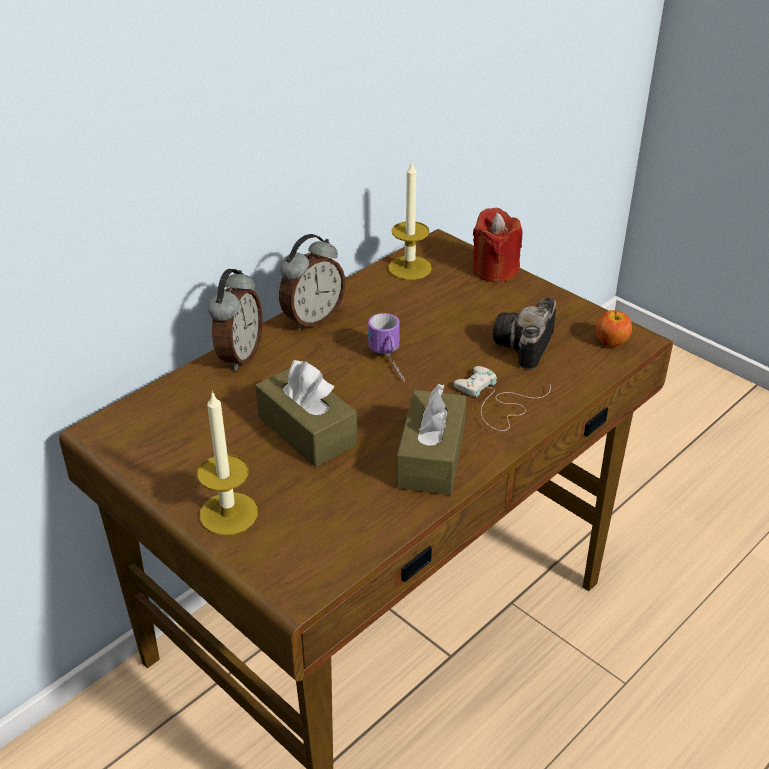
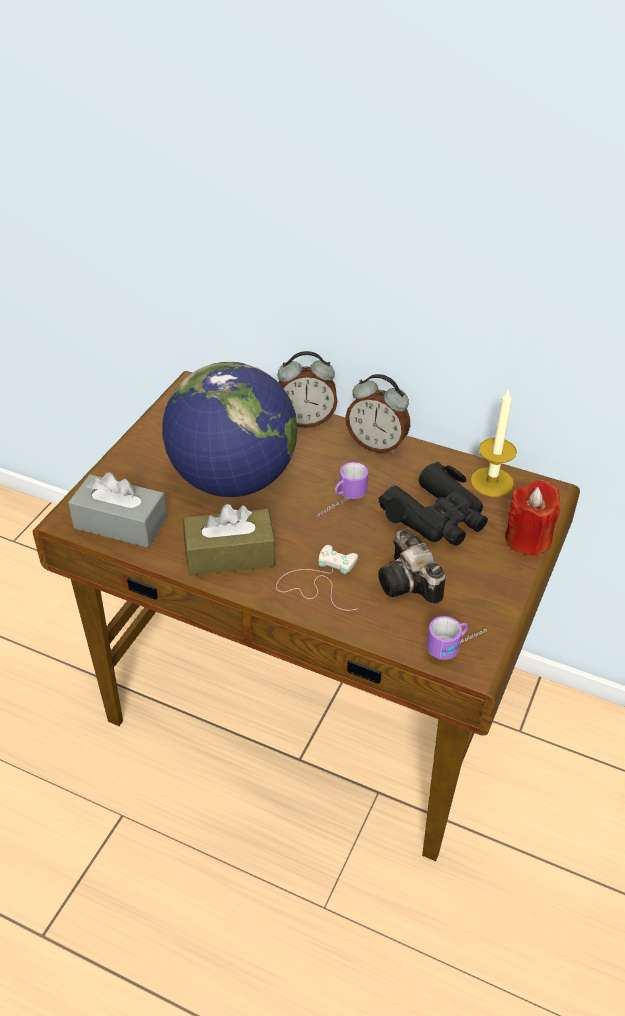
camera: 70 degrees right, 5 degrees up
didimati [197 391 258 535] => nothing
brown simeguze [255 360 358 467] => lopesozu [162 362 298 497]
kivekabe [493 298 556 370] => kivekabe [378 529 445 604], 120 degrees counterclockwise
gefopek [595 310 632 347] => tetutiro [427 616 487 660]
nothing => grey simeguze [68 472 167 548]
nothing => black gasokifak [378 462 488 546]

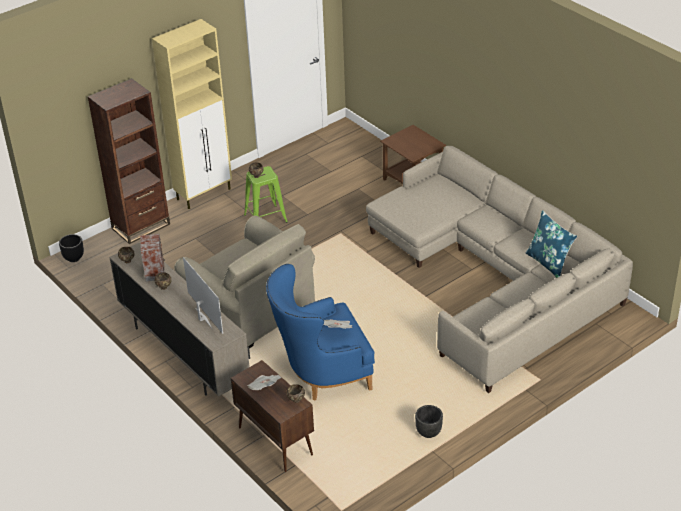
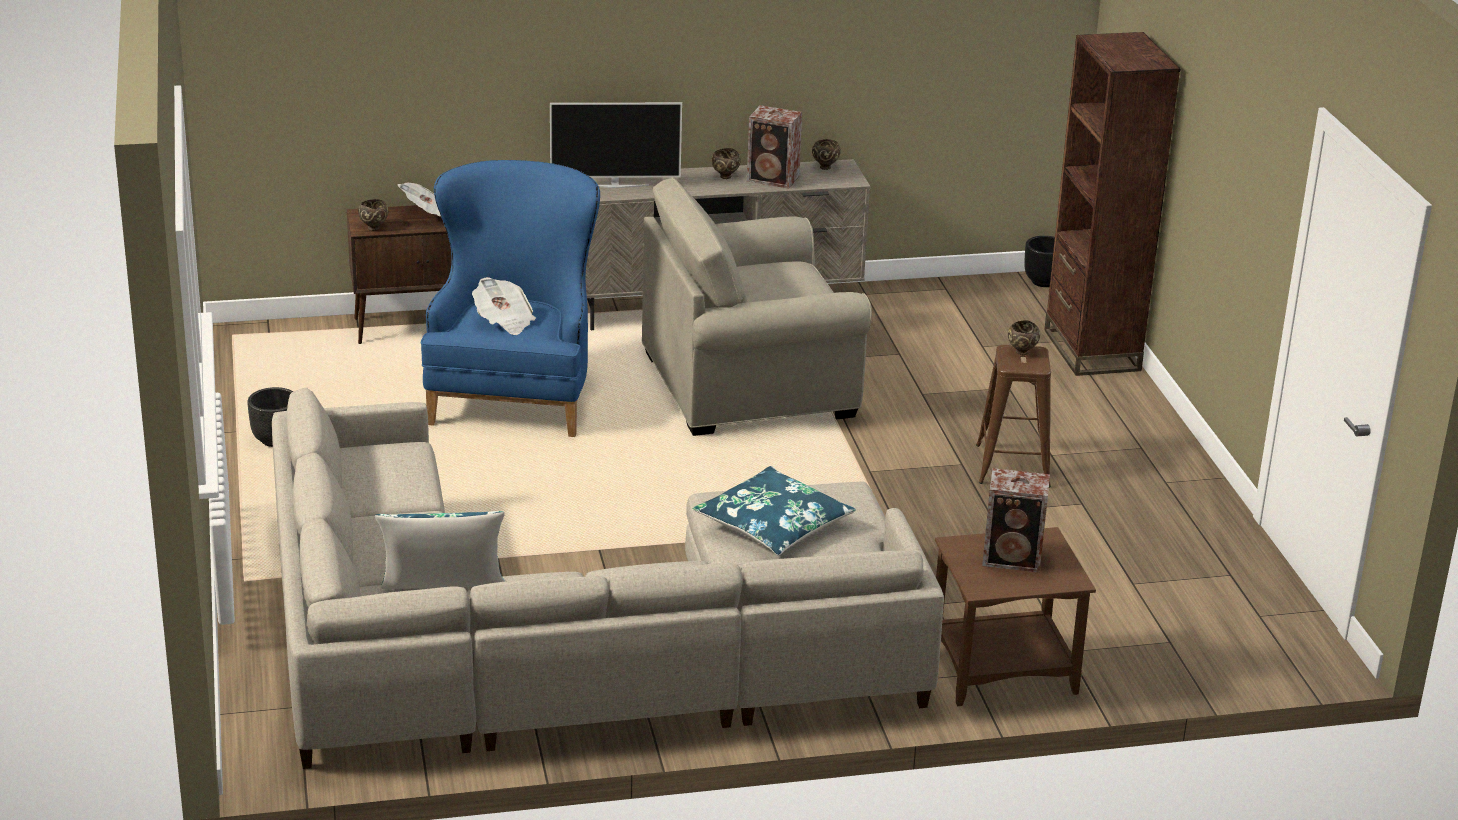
camera: 115 degrees right, 10 degrees down
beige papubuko [152 19 232 209] => nothing
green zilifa [244 166 288 223] => brown zilifa [976 345 1051 488]
nothing => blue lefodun [693 466 856 555]
nothing => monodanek [982 468 1050 573]

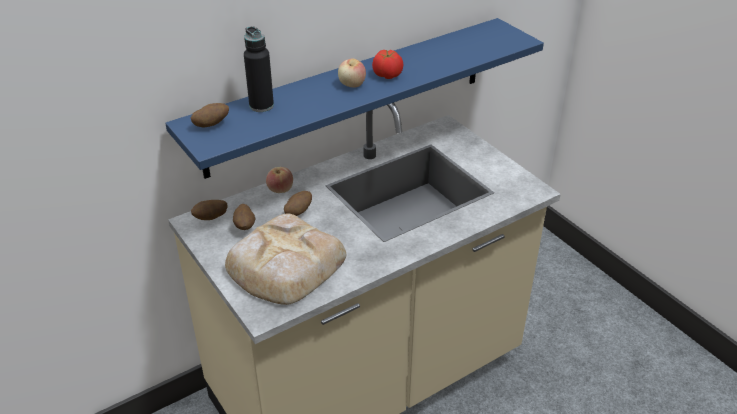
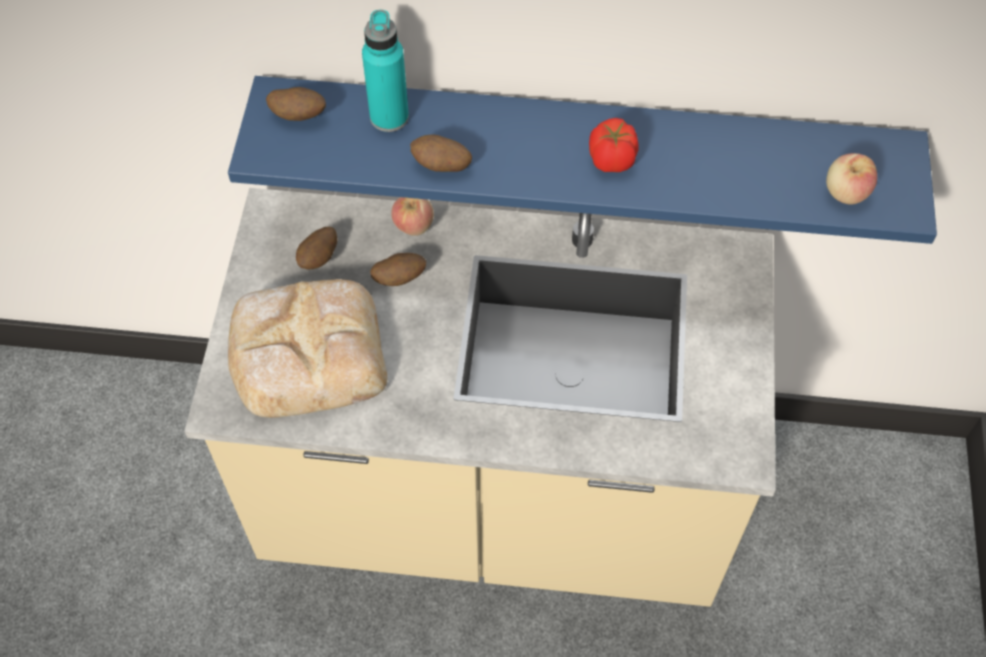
camera: 40 degrees right, 20 degrees up
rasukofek [191 200 228 220] => rasukofek [410 135 472 172], shifted
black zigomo [244 26 274 112] => turquoise zigomo [362 10 409 132]
gefopek [338 58 366 88] => gefopek [826 153 877 205], shifted

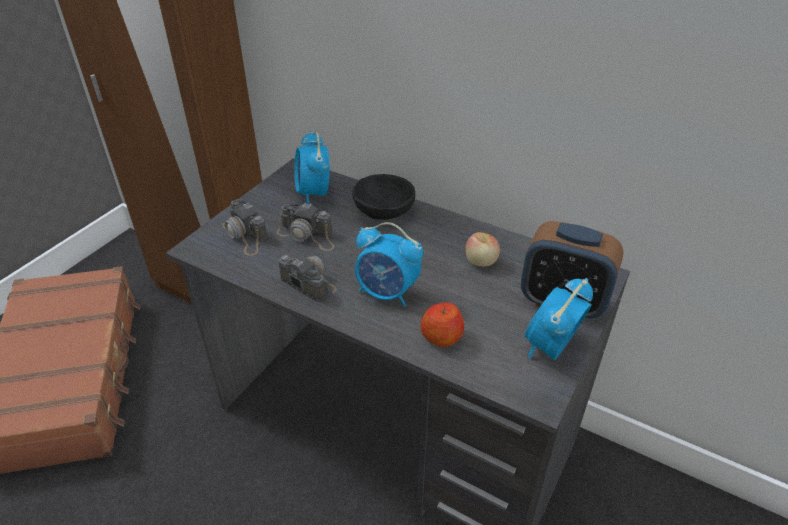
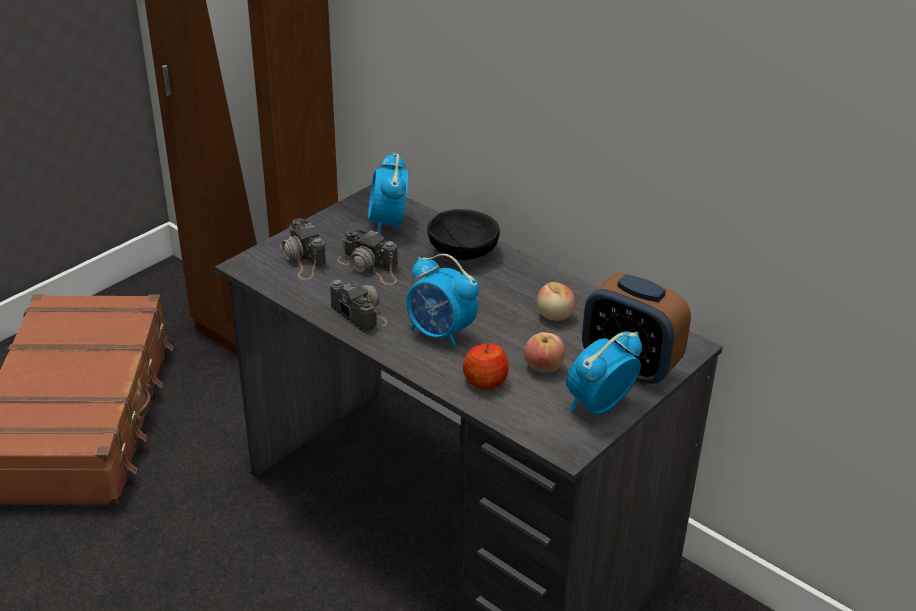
camera: 10 degrees right, 5 degrees down
nothing => gefopek [524 332 565 372]

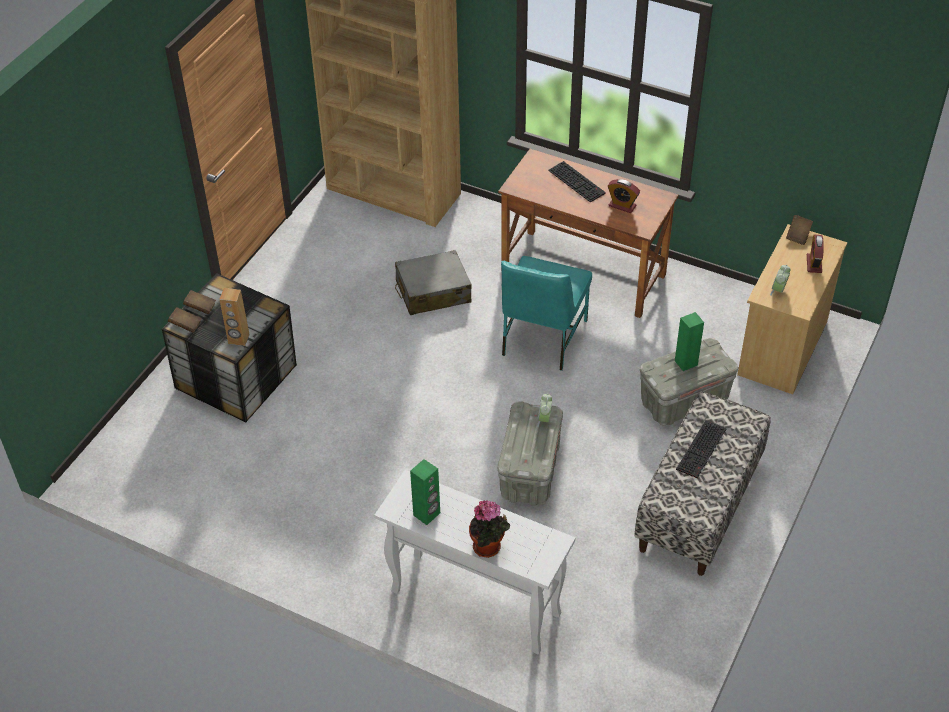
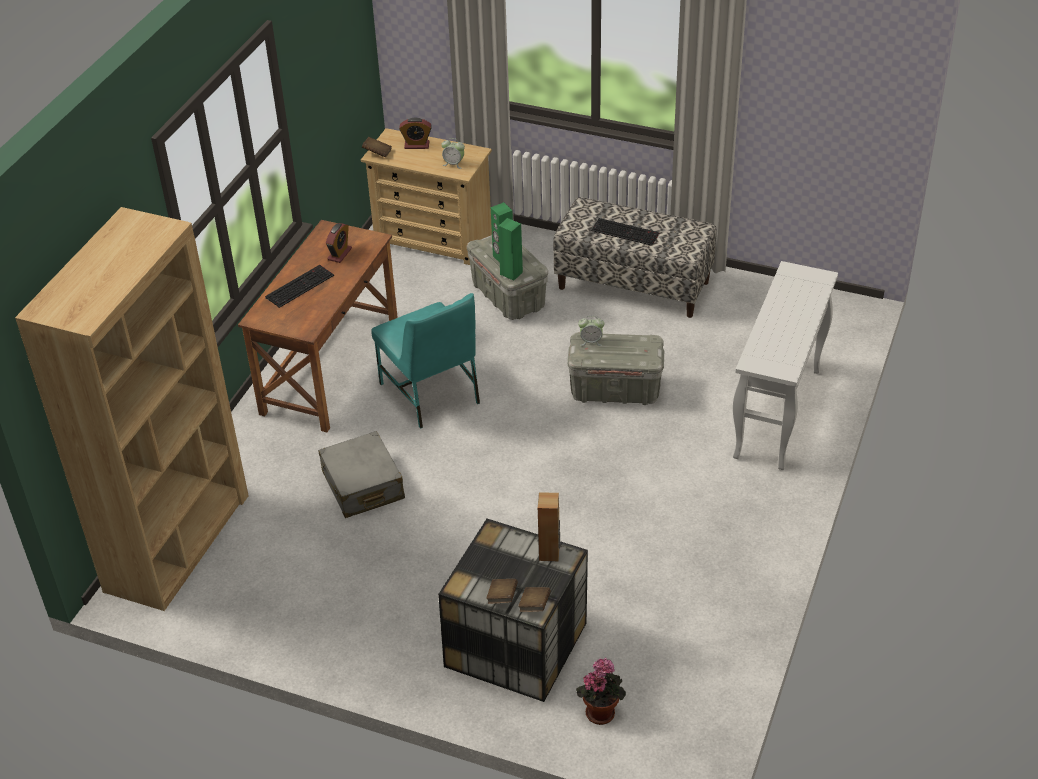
camera: 95 degrees left, 5 degrees down
green monodanek [410 459 440 525] => green monodanek [498 218 523 281], shifted
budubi [469 500 510 558] => budubi [576 658 626 725], shifted
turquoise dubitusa [501 256 592 371] => turquoise dubitusa [371 293 480 429], 45 degrees clockwise

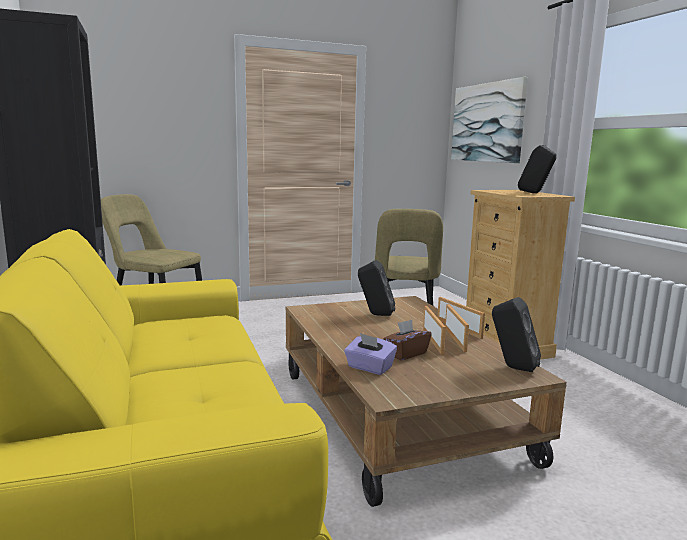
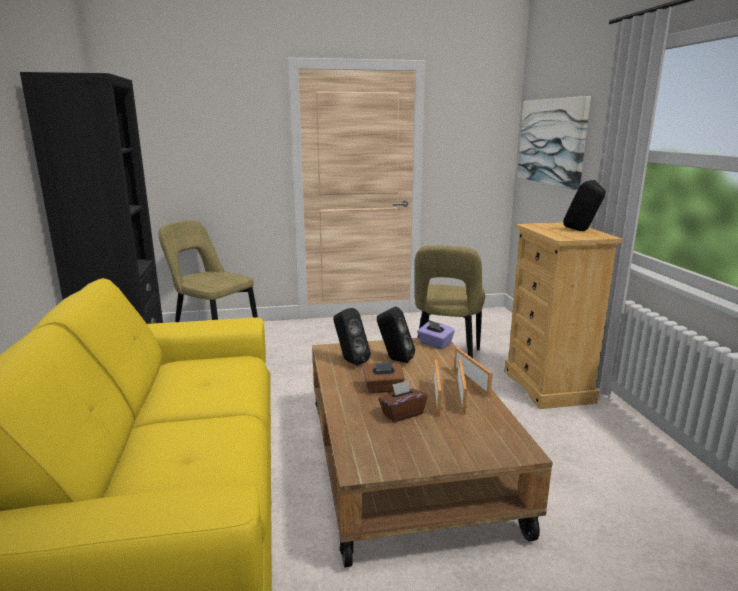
camera: 10 degrees right, 5 degrees up
purple simeguze [344 333 397 375] => purple simeguze [417 320 455 349], shifted
black monodanek [492 297 541 372] => black monodanek [333 308 371 366], shifted
nothing => brown simeguze [363 362 405 393]

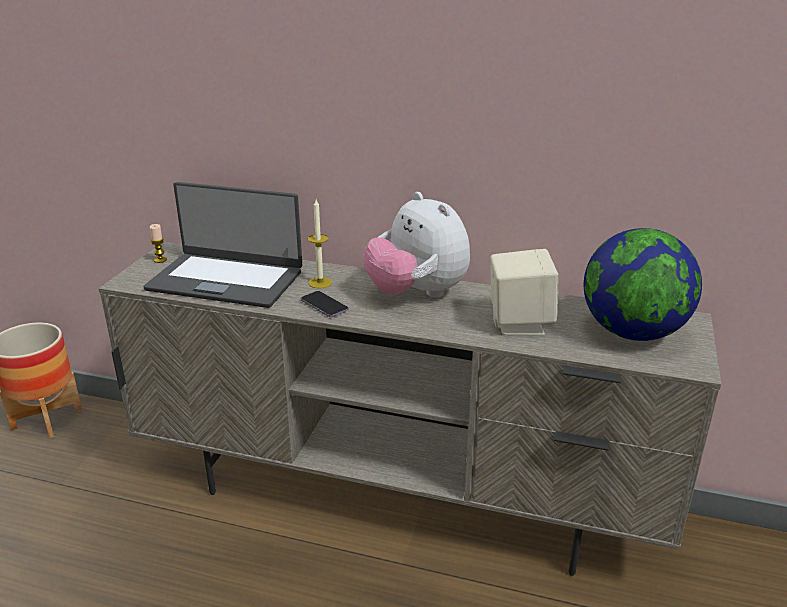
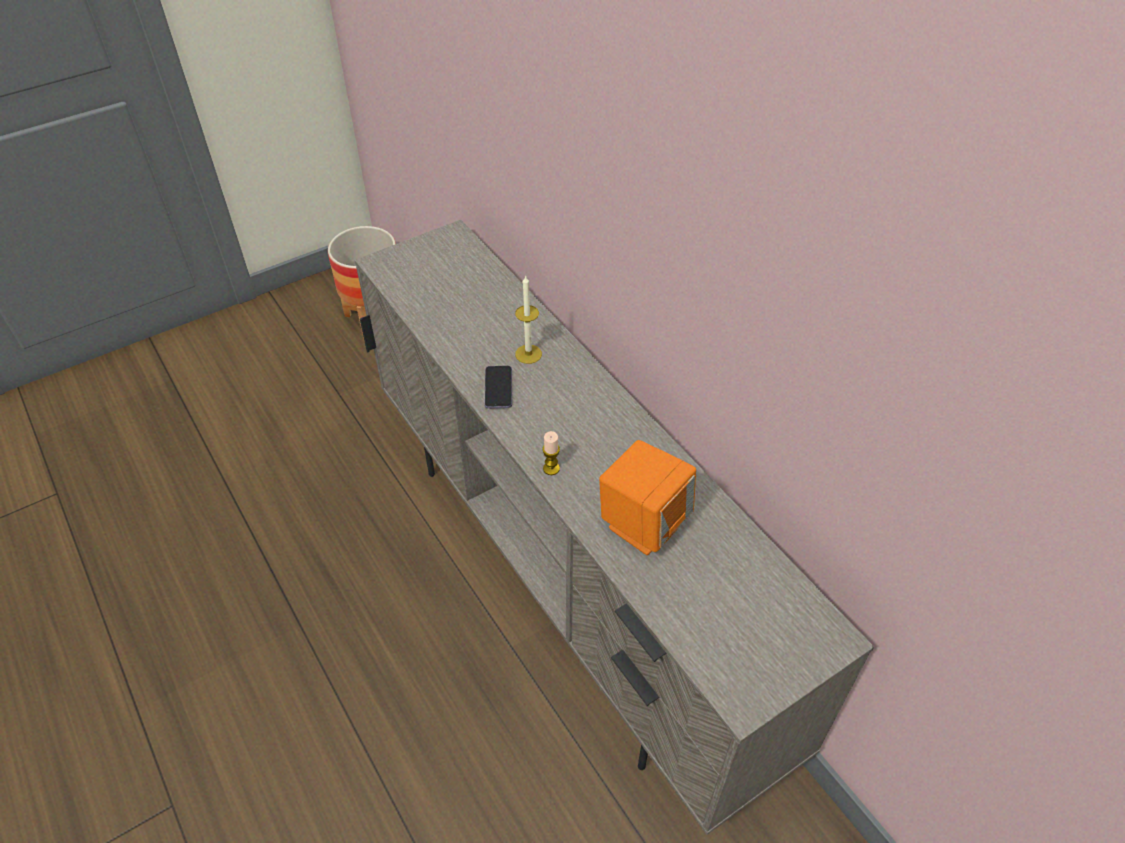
camera: 40 degrees right, 20 degrees up
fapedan [144 182 302 308] => nothing
didimati [150 224 167 263] => didimati [542 431 560 475], shifted
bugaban [364 192 470 298] => nothing
beige monodanek [490 249 559 336] => orange monodanek [599 440 696 555]
lopesozu [584 228 702 341] => nothing

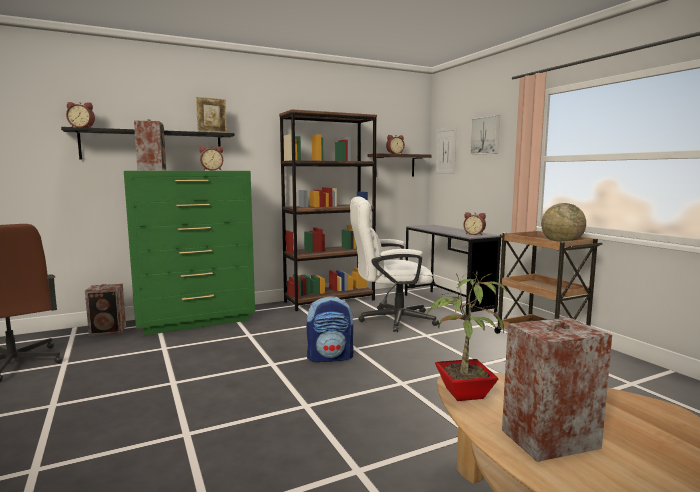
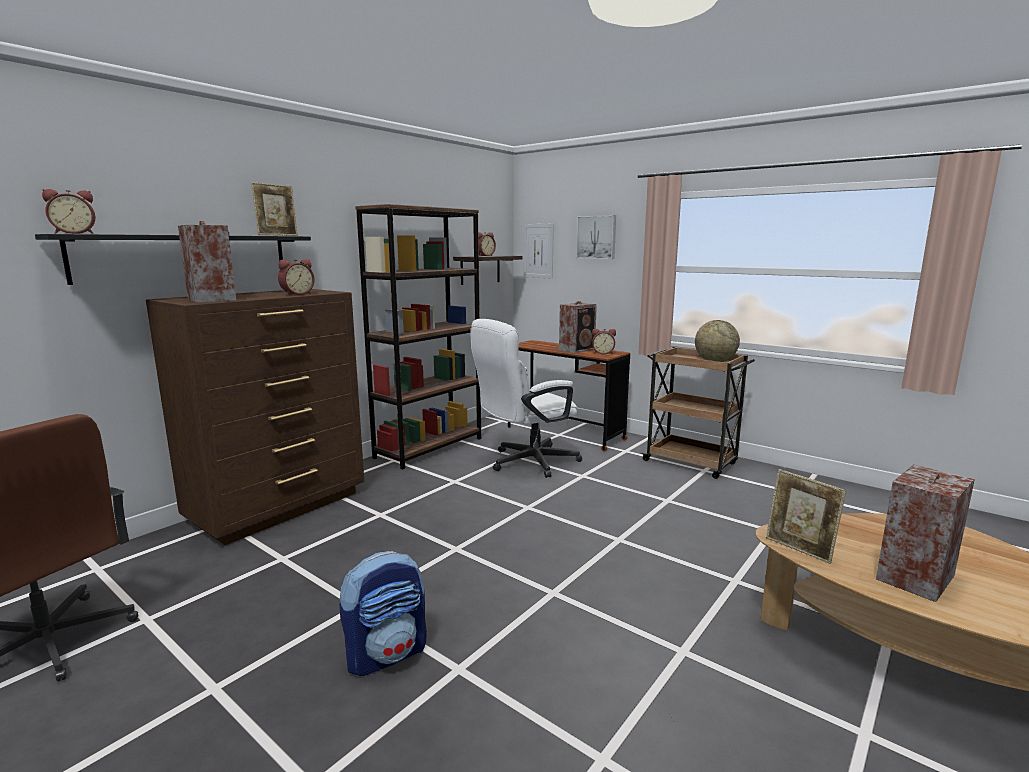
camera: 25 degrees left, 5 degrees up
monodanek [85 284 126 336] => monodanek [559 301 597 353], shifted
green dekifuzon [124 171 255 335] => brown dekifuzon [146 289 364 545]
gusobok [307 296 354 362] => gusobok [339 551 427 676], shifted
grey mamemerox [405 224 501 315] => brown mamemerox [508 340 630 452]
budubi [426 271 507 401] => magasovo [766 469 846 564]

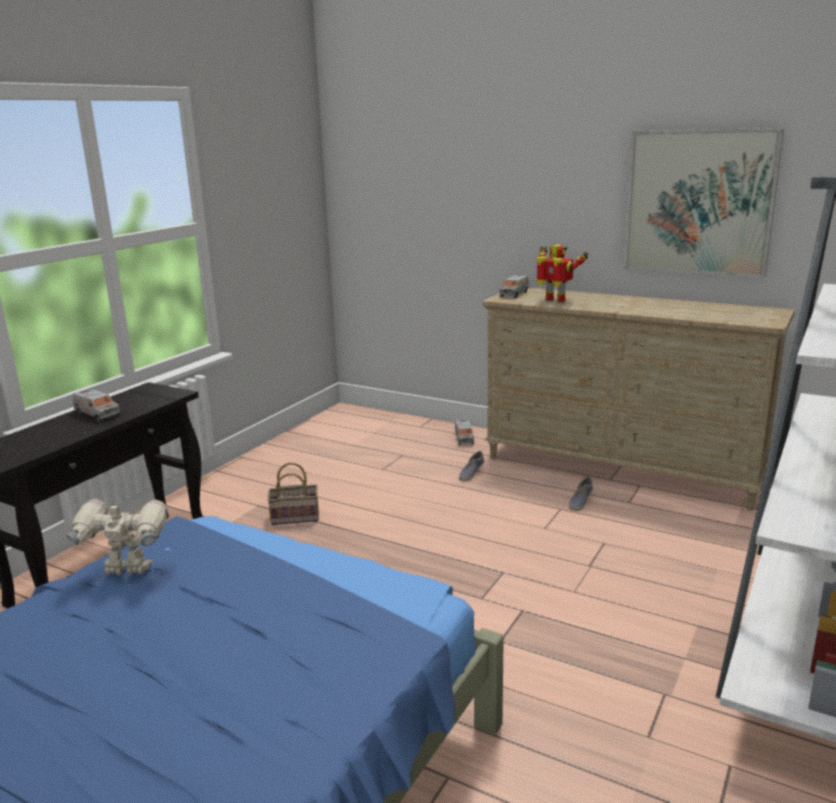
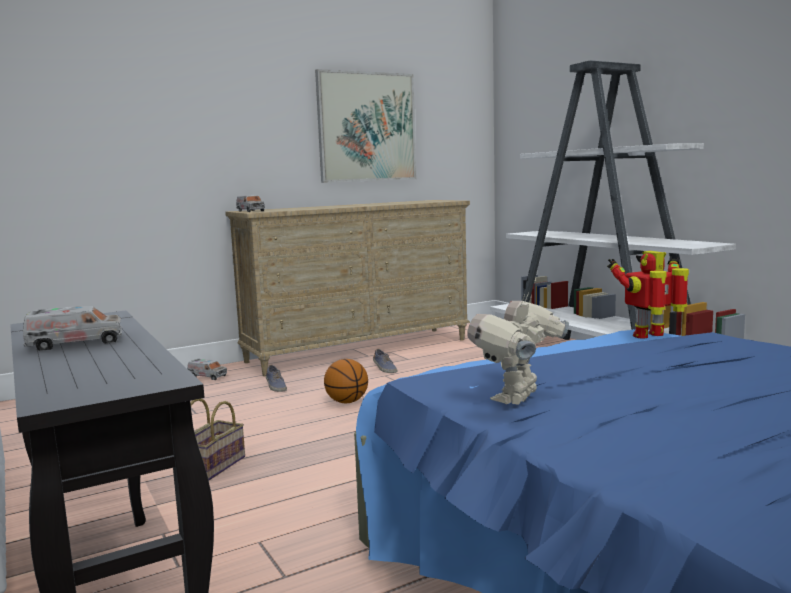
camera: 60 degrees left, 10 degrees down
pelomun [536 244 588 302] => pelomun [607 251 689 339], shifted
nothing => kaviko [324 359 368 403]

